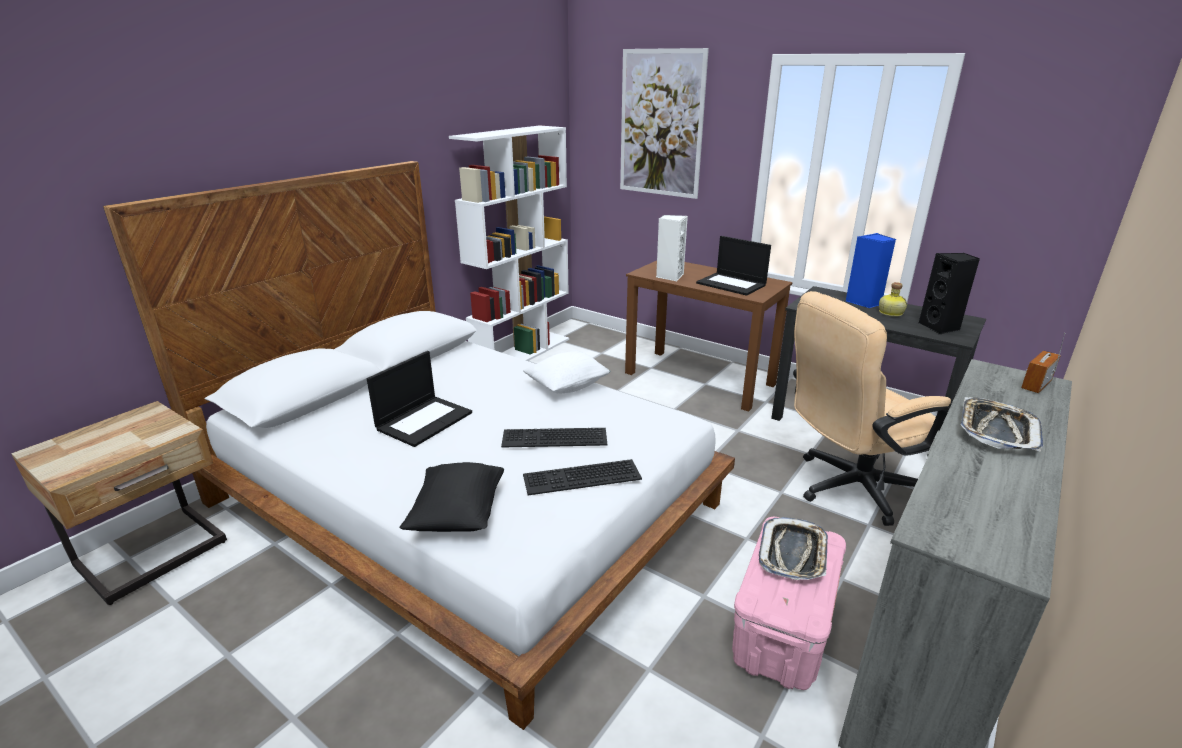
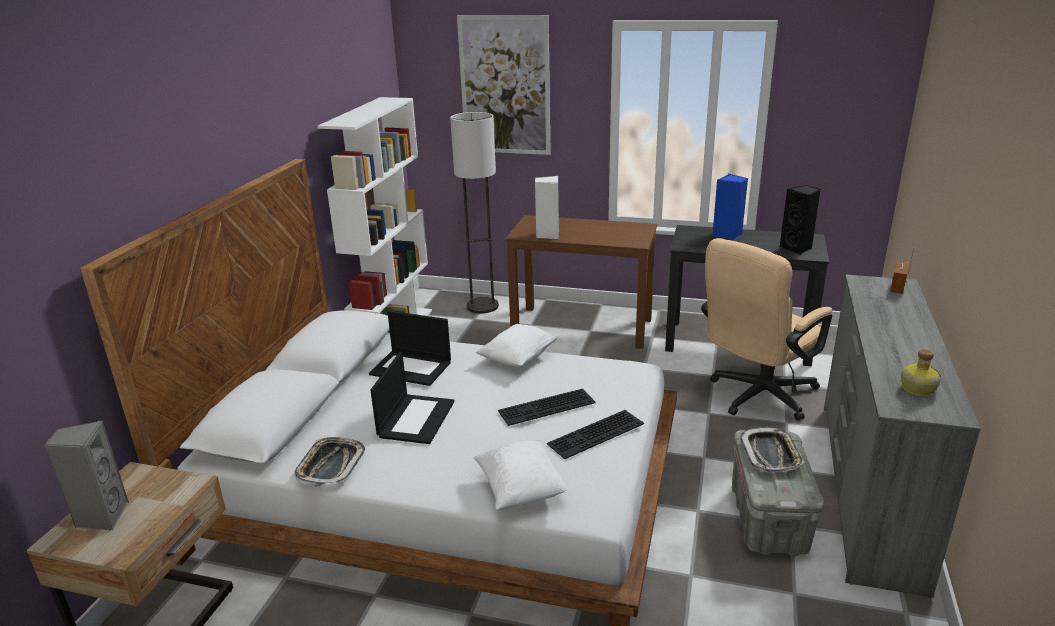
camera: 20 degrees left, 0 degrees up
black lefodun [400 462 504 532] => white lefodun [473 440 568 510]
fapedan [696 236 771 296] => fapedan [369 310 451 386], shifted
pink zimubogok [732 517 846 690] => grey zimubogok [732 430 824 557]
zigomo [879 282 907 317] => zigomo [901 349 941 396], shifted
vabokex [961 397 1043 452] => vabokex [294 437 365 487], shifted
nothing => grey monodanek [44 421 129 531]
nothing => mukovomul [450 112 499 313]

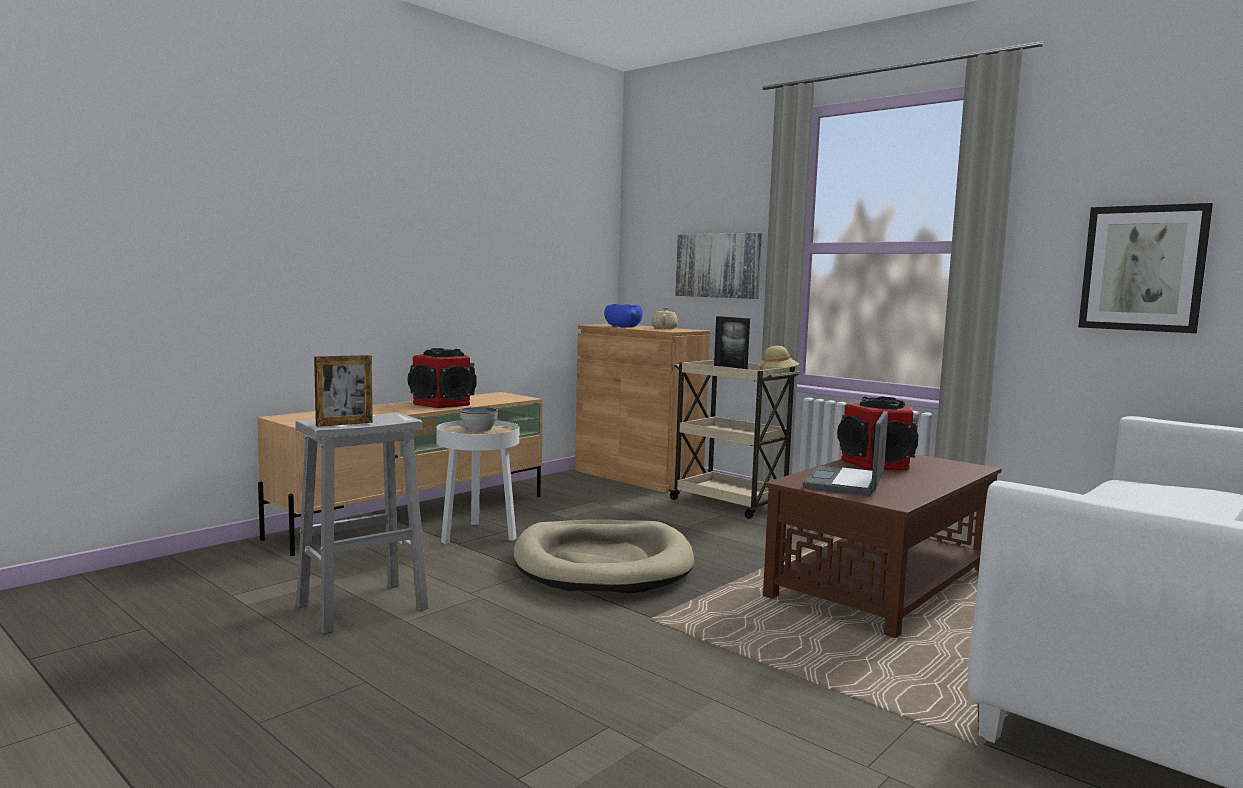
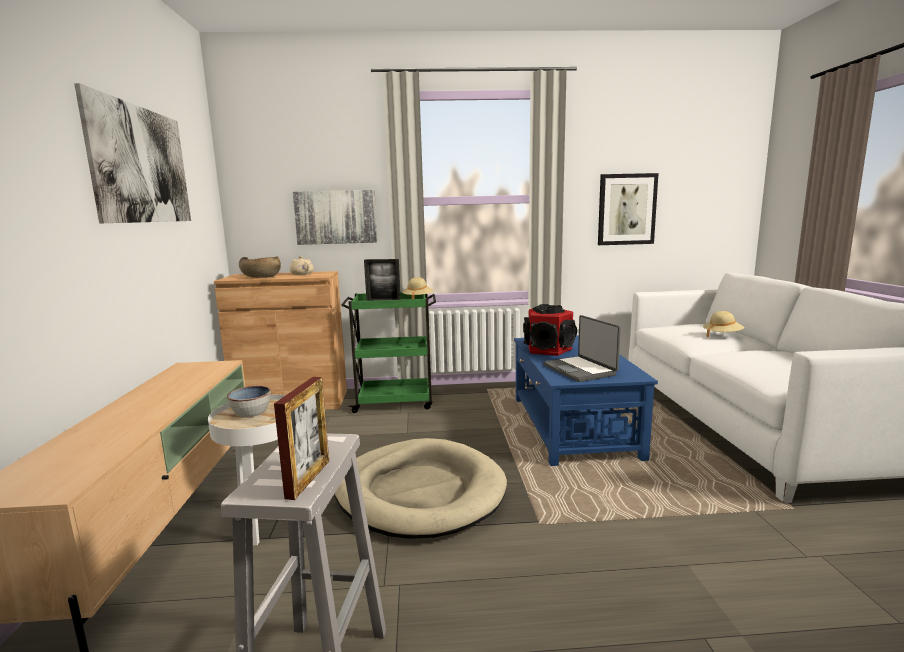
camera: 45 degrees left, 5 degrees up
monodanek [408 348 477 408] => nothing
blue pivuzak [604 304 643 327] => brown pivuzak [239 256 281 278]
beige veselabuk [668 359 801 519] => green veselabuk [341 292 436 413]
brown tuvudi [763 454 1002 638] => blue tuvudi [514 336 658 466]
nothing => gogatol [74 83 191 223]
nothing => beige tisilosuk [703 311 744 337]

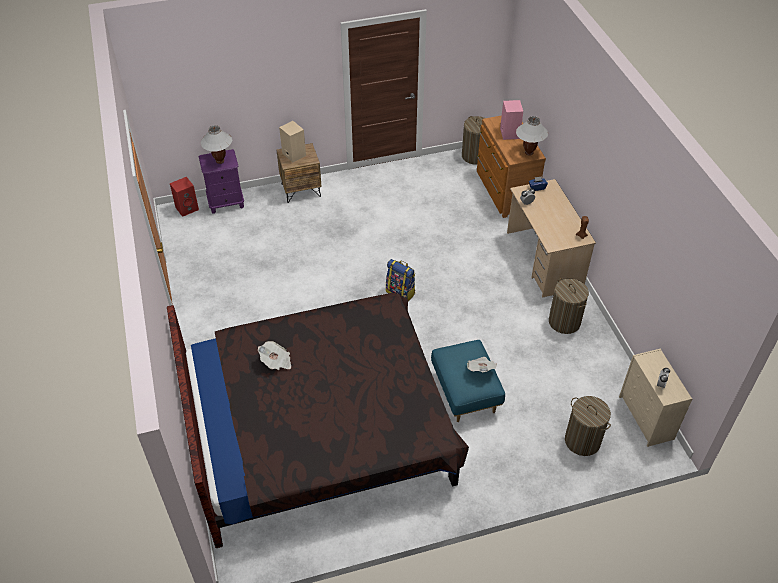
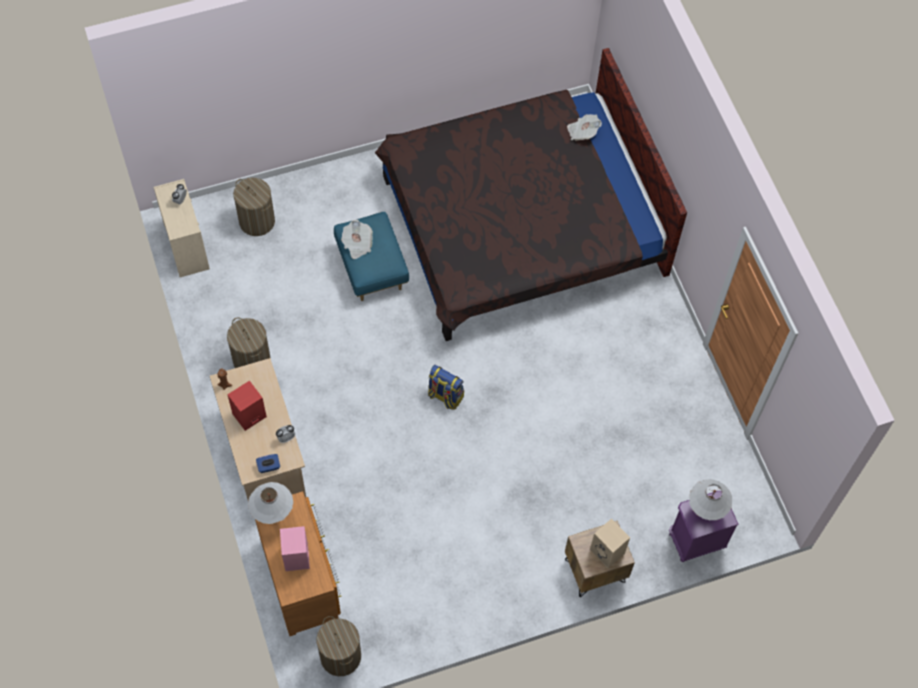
camera: 175 degrees right, 15 degrees up
red monodanek [170 177 199 217] => red monodanek [227 380 267 431], shifted
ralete [258 341 291 370] => ralete [567 114 602 140], shifted

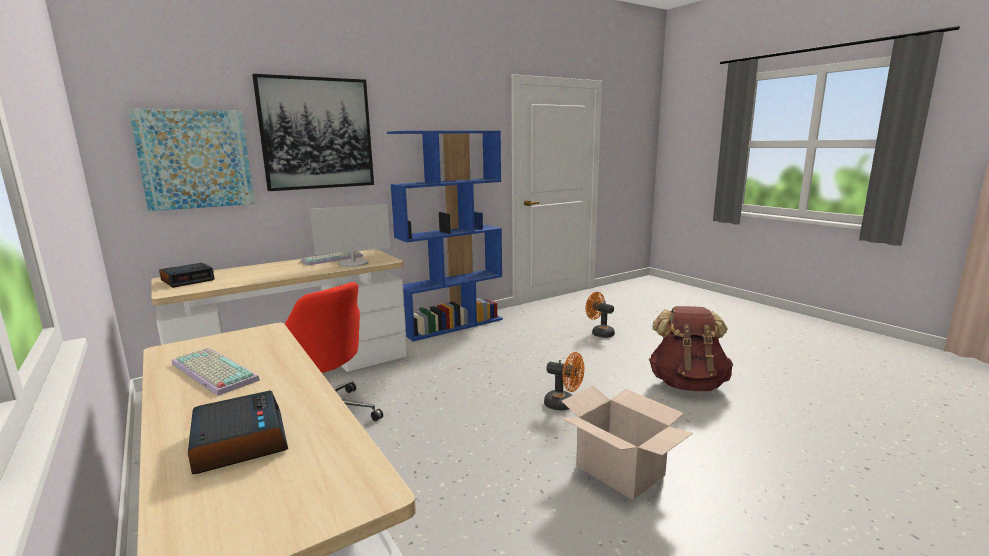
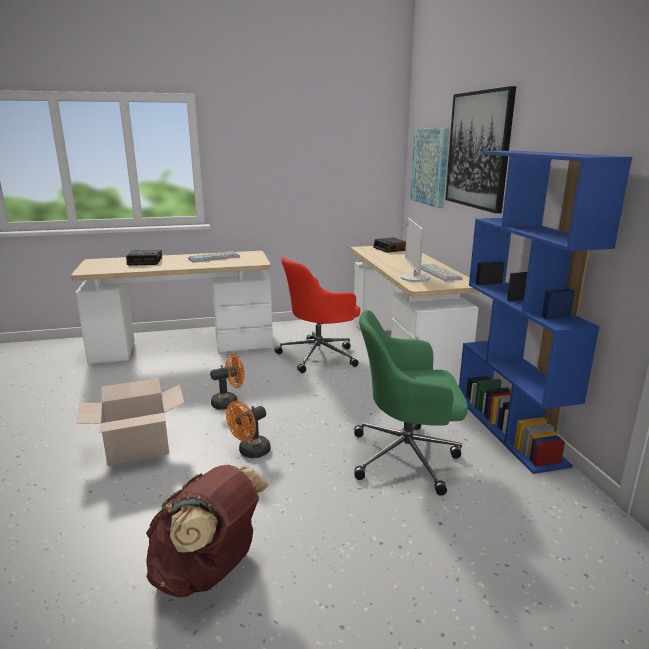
camera: 110 degrees right, 5 degrees up
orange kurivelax [586 292 615 338] => orange kurivelax [210 354 245 410], shifted
nothing => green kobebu [354 310 468 496]

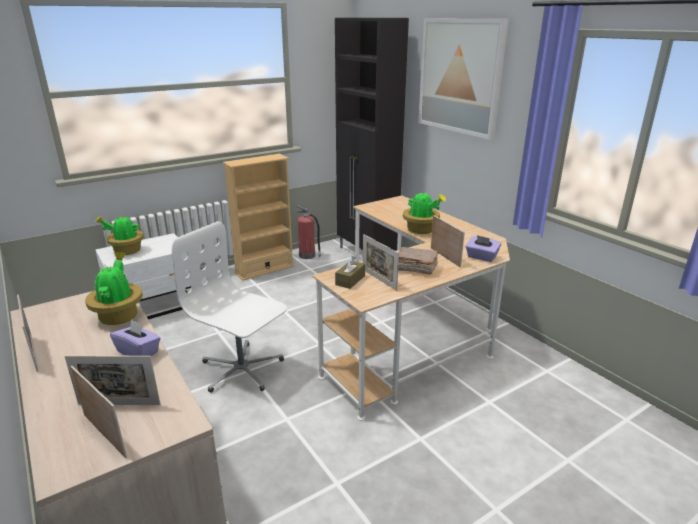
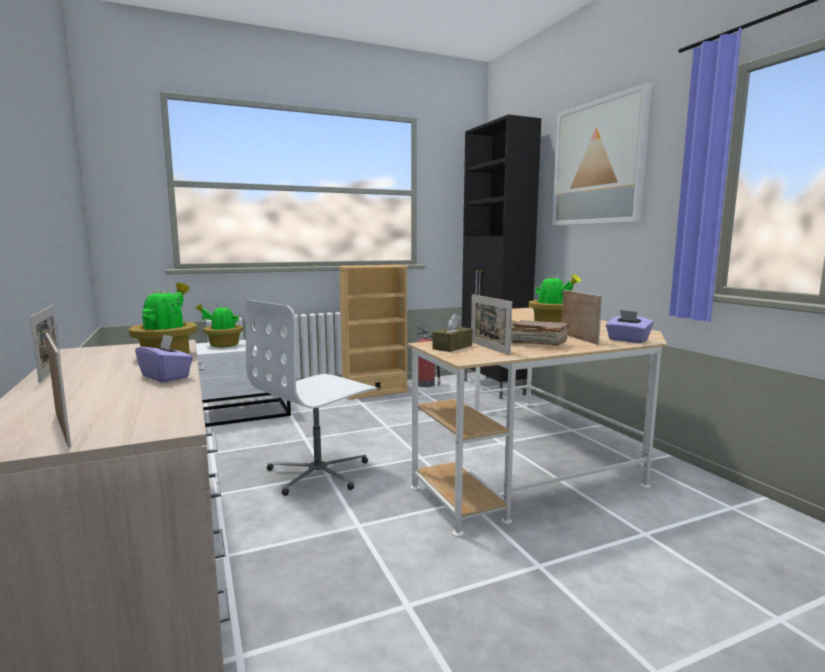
camera: 10 degrees right, 15 degrees down
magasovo [64 355 160 405] => nothing
white kobebu [172 221 287 393] => white kobebu [246 300 377 496], 90 degrees counterclockwise

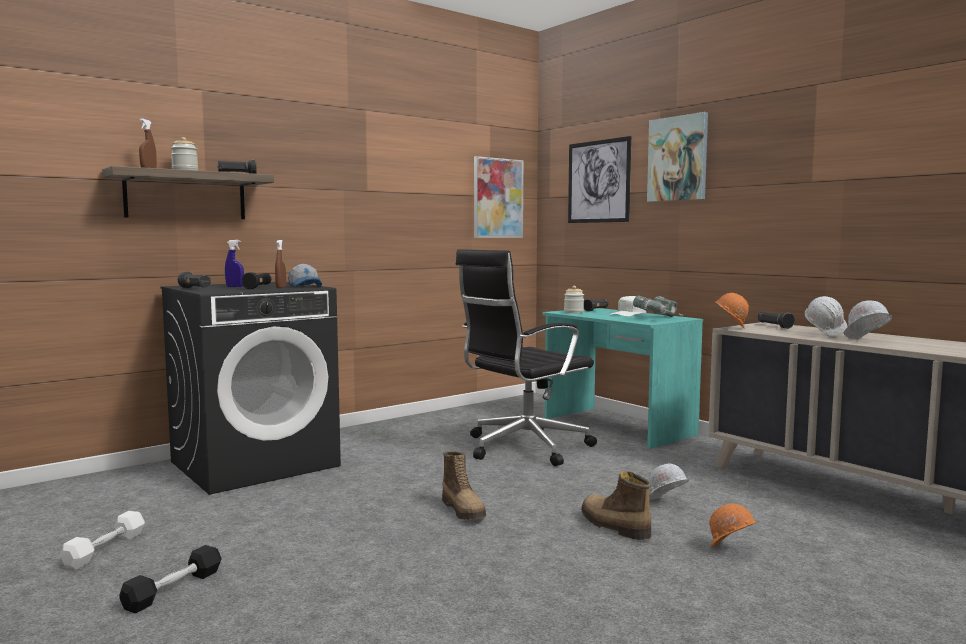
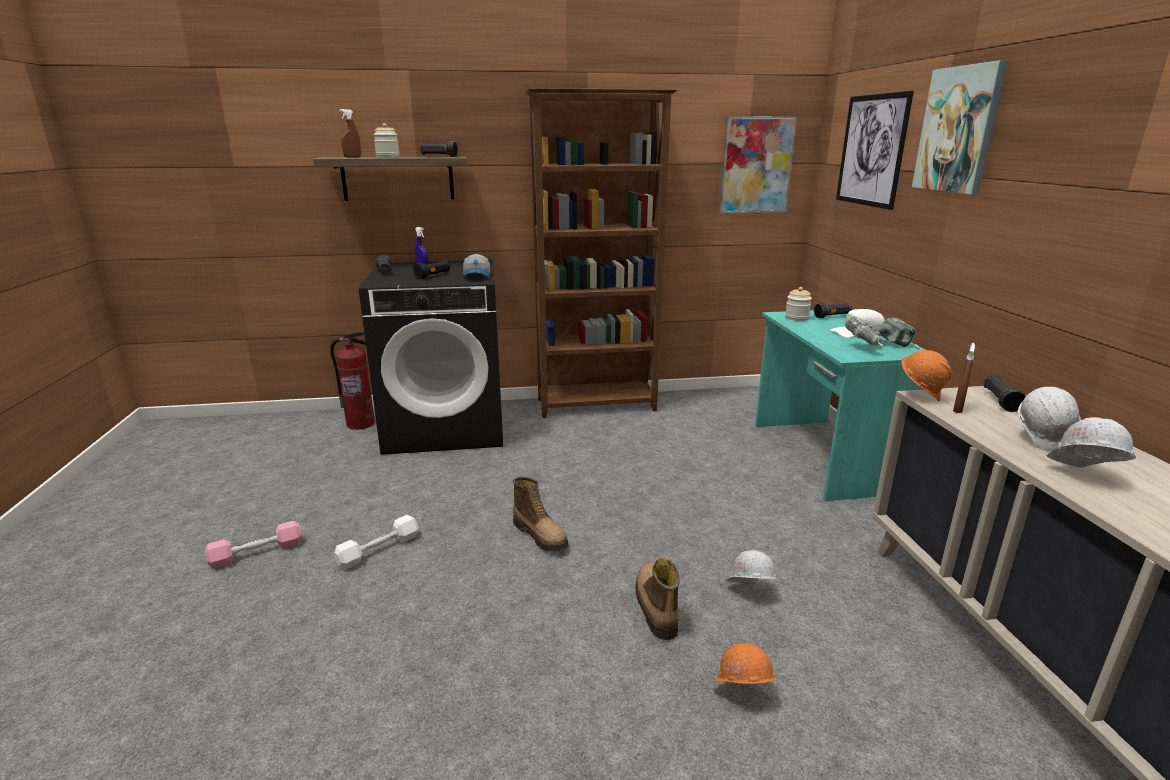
camera: 30 degrees right, 15 degrees up
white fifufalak [59 511 145 569] => white fifufalak [334 515 419 570], shifted
black fifufalak [119 545 222 614] => pink fifufalak [205 521 302 569]
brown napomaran [275 240 286 288] => brown napomaran [953 343 975 413], shifted
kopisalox [442 451 486 520] => kopisalox [513 476 568 552], 45 degrees counterclockwise
black kobebu [456 249 597 466] => nothing
nothing => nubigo [330 331 375 430]
nothing => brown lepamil [525 88 678 418]

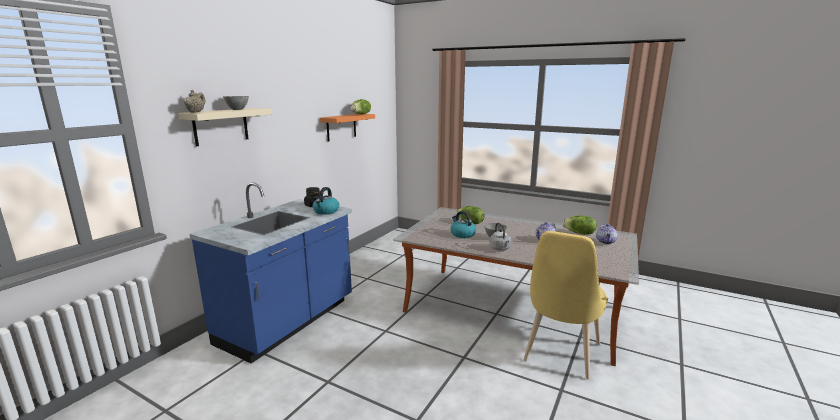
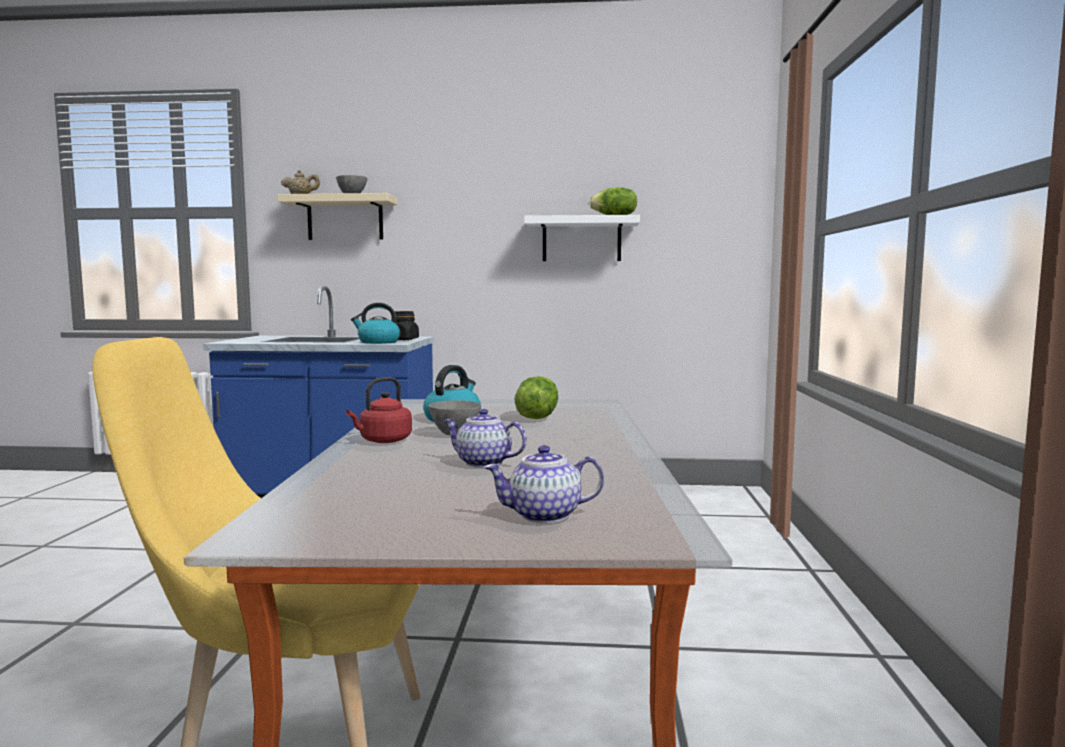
camera: 65 degrees right, 10 degrees down
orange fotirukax [320 114 375 141] => white fotirukax [524 215 640 261]
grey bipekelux [489 223 511 251] => red bipekelux [346 377 412 443]
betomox [563 216 597 235] => nothing

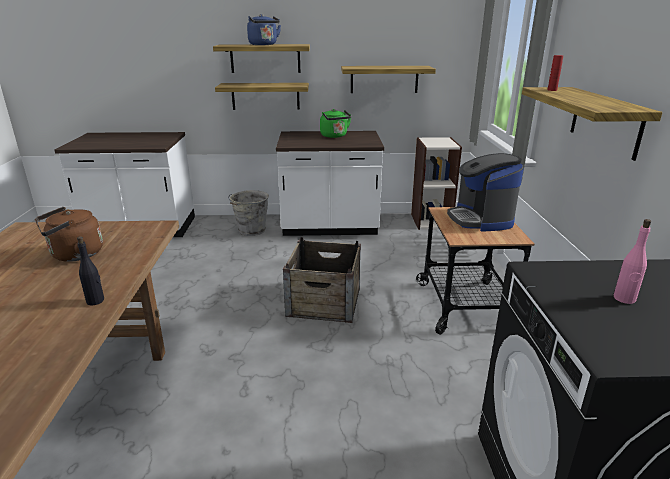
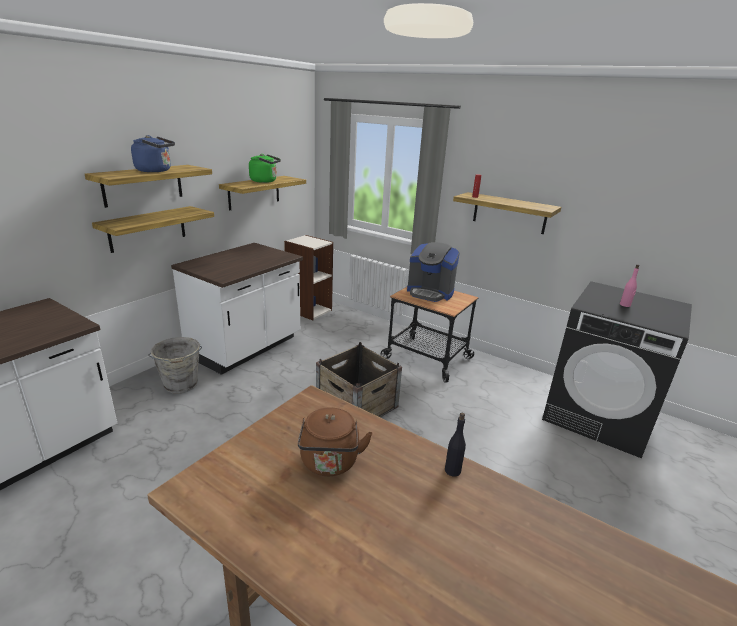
camera: 55 degrees left, 0 degrees up
green bipekelux [320 109 351 138] => green bipekelux [249 154 281 183], shifted

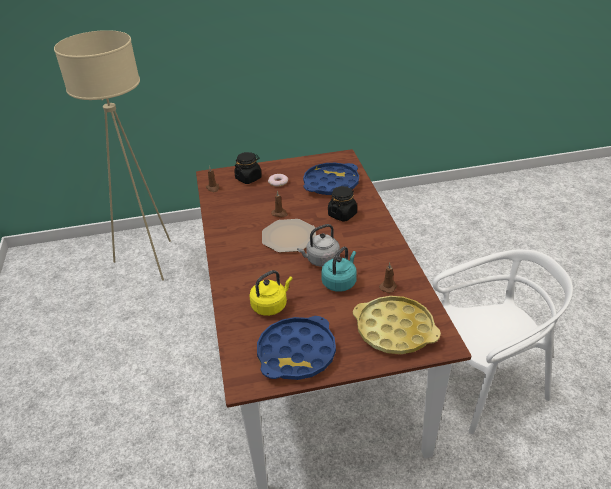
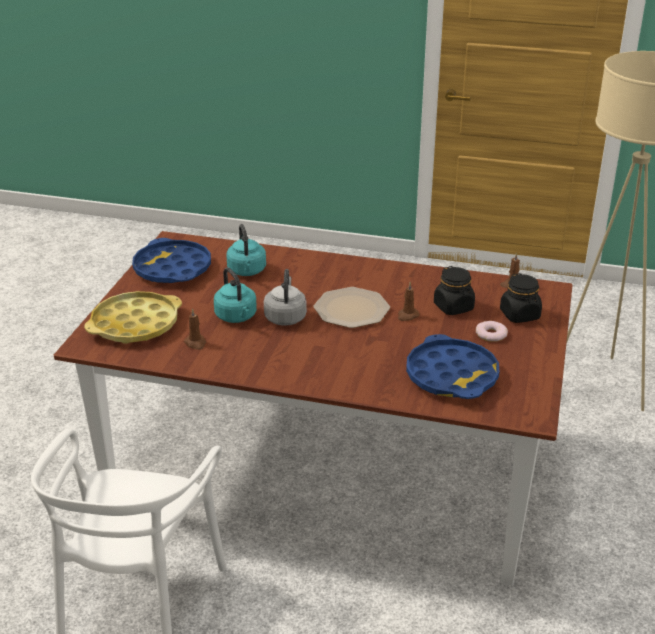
camera: 115 degrees right, 5 degrees down
yellow bipekelux [249 270 293 316] => turquoise bipekelux [227 224 266 276]
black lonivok [328 186 357 222] => black lonivok [434 266 475 315], shifted

